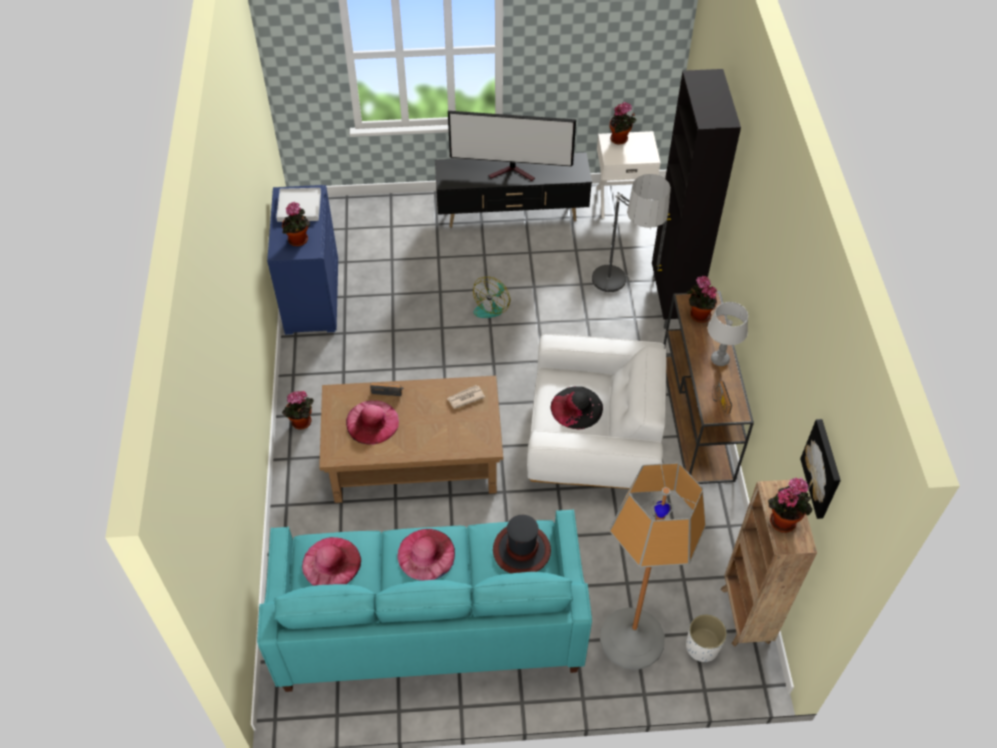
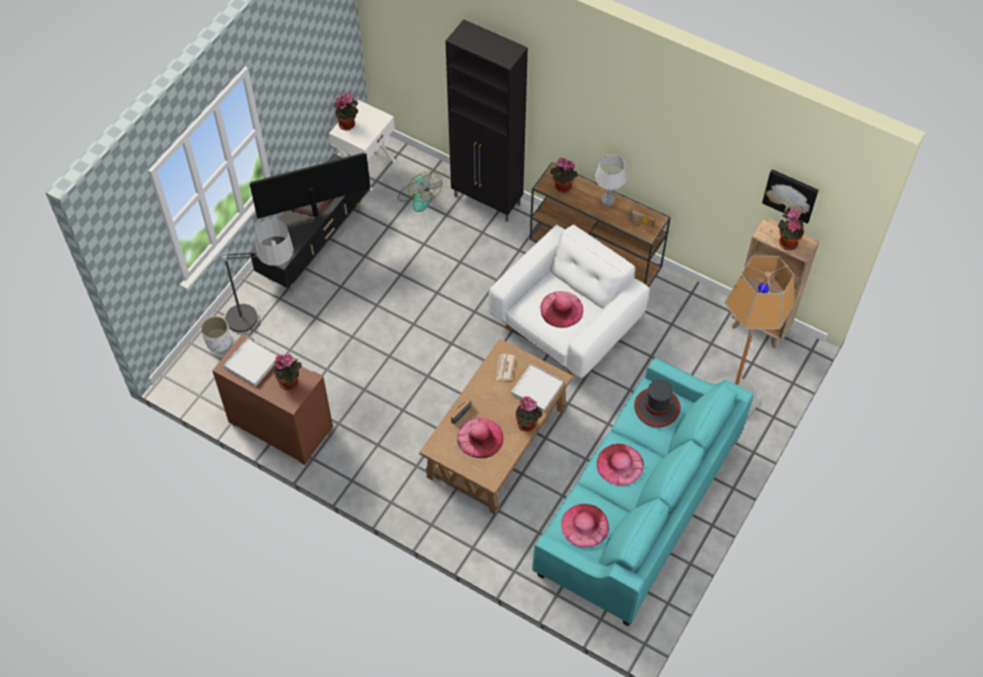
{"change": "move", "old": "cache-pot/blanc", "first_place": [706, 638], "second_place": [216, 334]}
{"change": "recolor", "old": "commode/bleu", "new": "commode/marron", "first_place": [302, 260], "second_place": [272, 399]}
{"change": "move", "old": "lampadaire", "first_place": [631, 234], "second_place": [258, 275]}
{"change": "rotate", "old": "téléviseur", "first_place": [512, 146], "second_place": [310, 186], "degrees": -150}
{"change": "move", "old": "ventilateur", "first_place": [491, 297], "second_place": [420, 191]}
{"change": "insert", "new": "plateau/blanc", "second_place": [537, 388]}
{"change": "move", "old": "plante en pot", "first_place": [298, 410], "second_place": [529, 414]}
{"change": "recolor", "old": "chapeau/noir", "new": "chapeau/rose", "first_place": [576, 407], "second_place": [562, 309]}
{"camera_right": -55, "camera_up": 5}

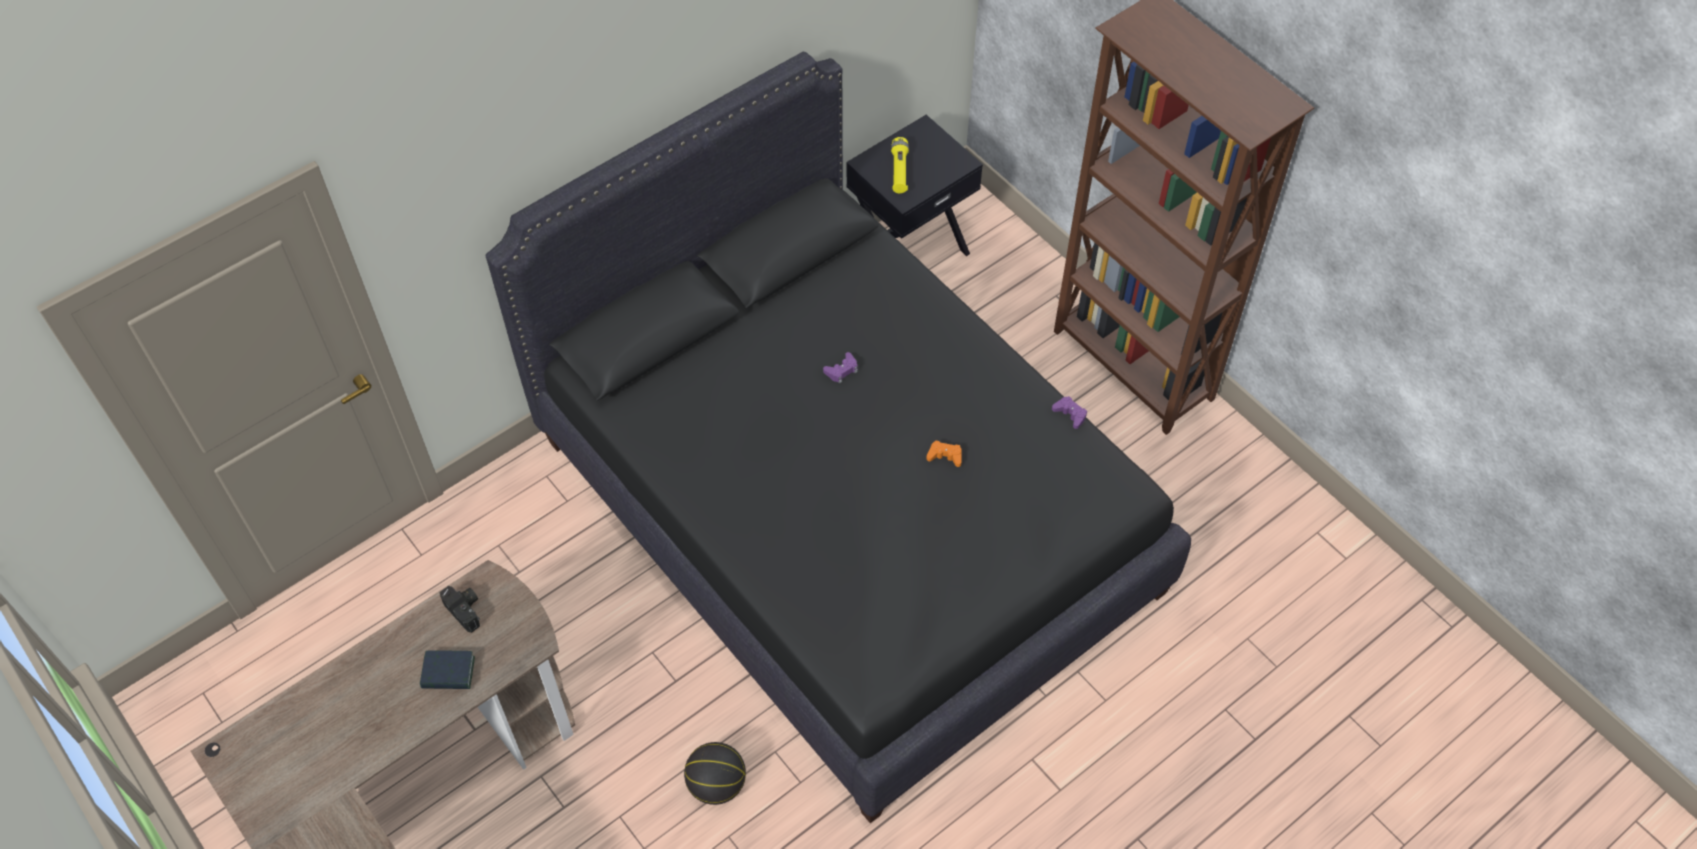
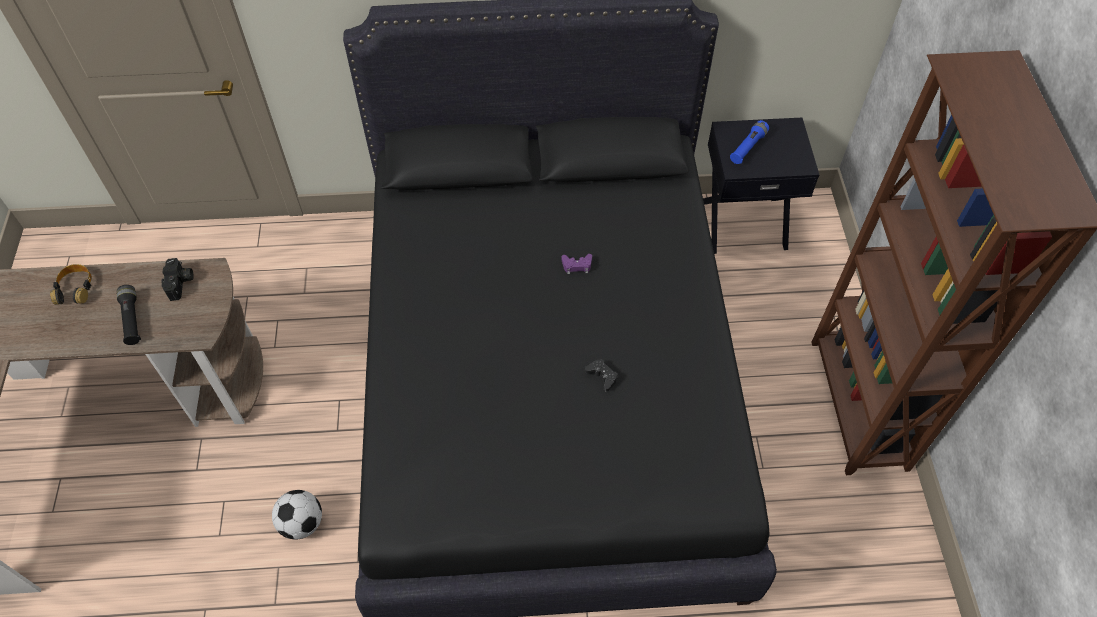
{"change": "insert", "new": "casque audio", "second_place": [71, 284]}
{"change": "replace", "old": "livre", "new": "lampe de poche/noir", "first_place": [447, 669], "second_place": [129, 315]}
{"change": "replace", "old": "ballon de basket", "new": "ballon de foot", "first_place": [715, 773], "second_place": [297, 515]}
{"change": "recolor", "old": "manette/orange", "new": "manette/noir", "first_place": [944, 453], "second_place": [601, 375]}
{"change": "recolor", "old": "lampe de poche/jaune", "new": "lampe de poche/bleu", "first_place": [900, 165], "second_place": [749, 142]}
{"change": "delete", "old": "manette/violet", "first_place": [1069, 412]}
{"camera_right": 35, "camera_up": 0}

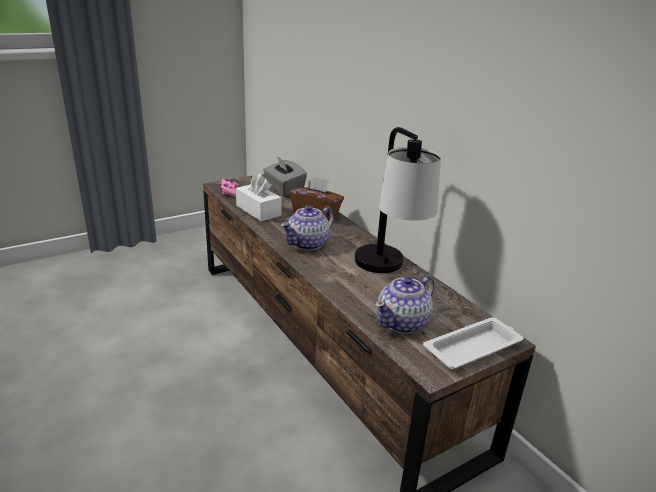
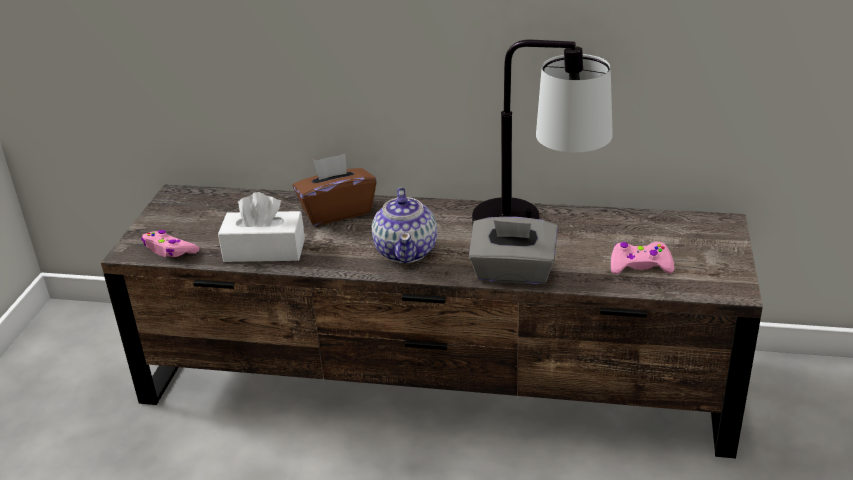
{"change": "move", "old": "boîte à mouchoirs/gris", "first_place": [285, 176], "second_place": [513, 250]}
{"change": "replace", "old": "théière", "new": "manette/rose", "first_place": [404, 304], "second_place": [642, 258]}
{"change": "delete", "old": "plateau/blanc", "first_place": [473, 343]}
{"camera_right": -45, "camera_up": 5}

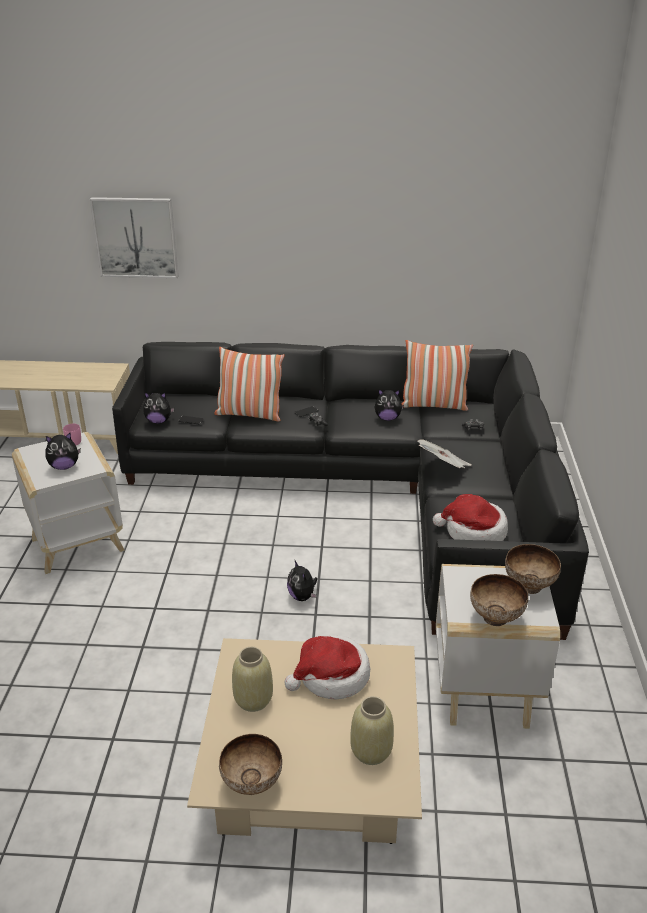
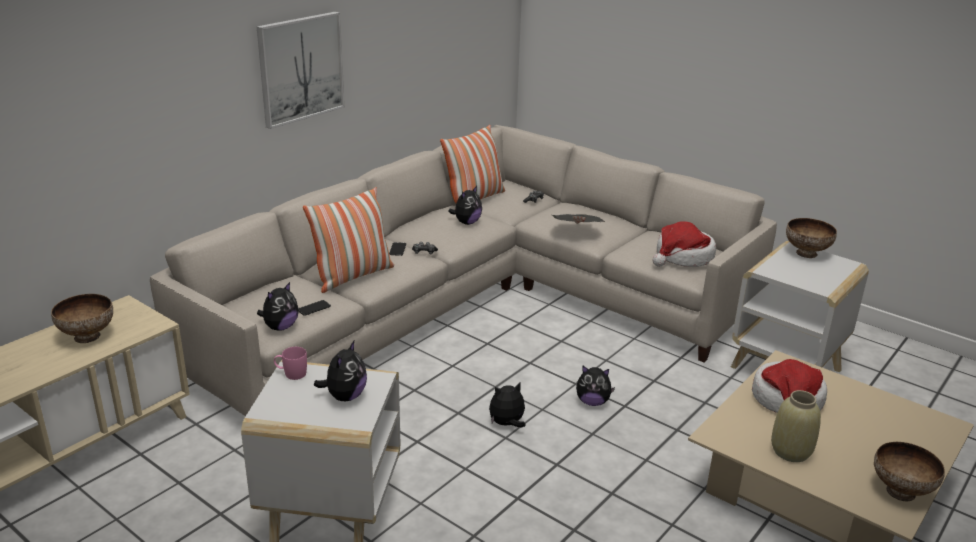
{"change": "move", "old": "bol", "first_place": [499, 600], "second_place": [82, 318]}
{"change": "recolor", "old": "canapé/noir", "new": "canapé/beige", "first_place": [350, 491], "second_place": [463, 270]}
{"change": "move", "old": "tableau", "first_place": [134, 237], "second_place": [301, 70]}
{"change": "insert", "new": "peluche", "second_place": [507, 404]}
{"change": "delete", "old": "vase/beige", "first_place": [372, 730]}
{"camera_right": -55, "camera_up": -5}

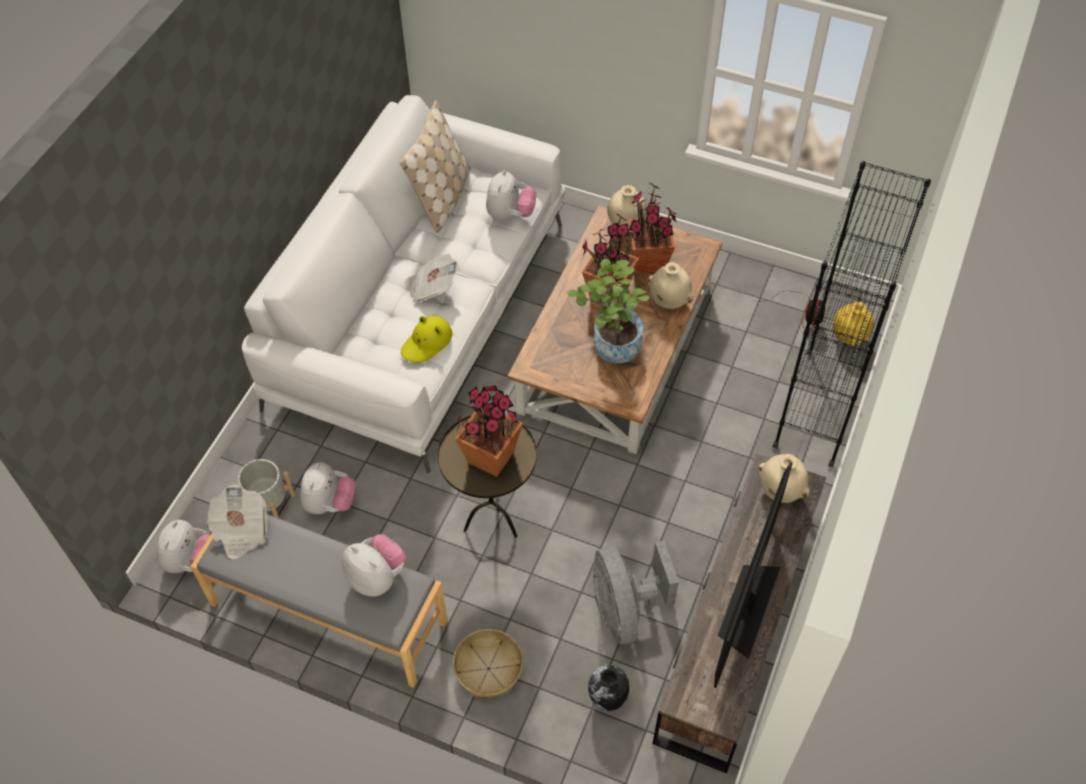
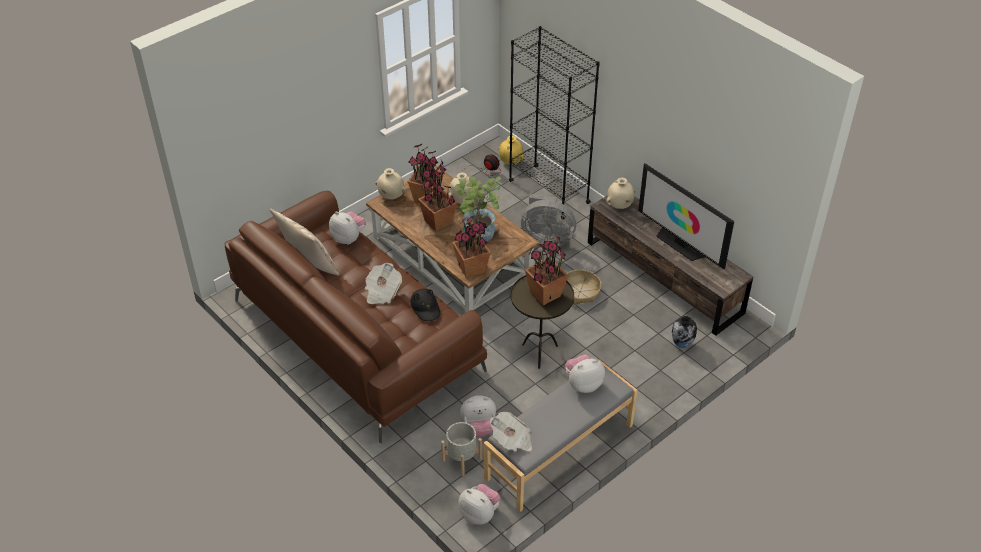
{"change": "recolor", "old": "canapé/blanc", "new": "canapé/marron", "first_place": [403, 284], "second_place": [356, 317]}
{"change": "recolor", "old": "chapeau/jaune", "new": "chapeau/noir", "first_place": [426, 339], "second_place": [425, 305]}
{"change": "insert", "new": "plante en pot", "second_place": [471, 247]}
{"change": "rotate", "old": "peluche", "first_place": [328, 488], "second_place": [478, 416], "degrees": 135}
{"change": "move", "old": "ventilateur/gris", "first_place": [636, 592], "second_place": [548, 220]}
{"change": "move", "old": "panier", "first_place": [488, 663], "second_place": [584, 287]}
{"camera_right": -65, "camera_up": -10}

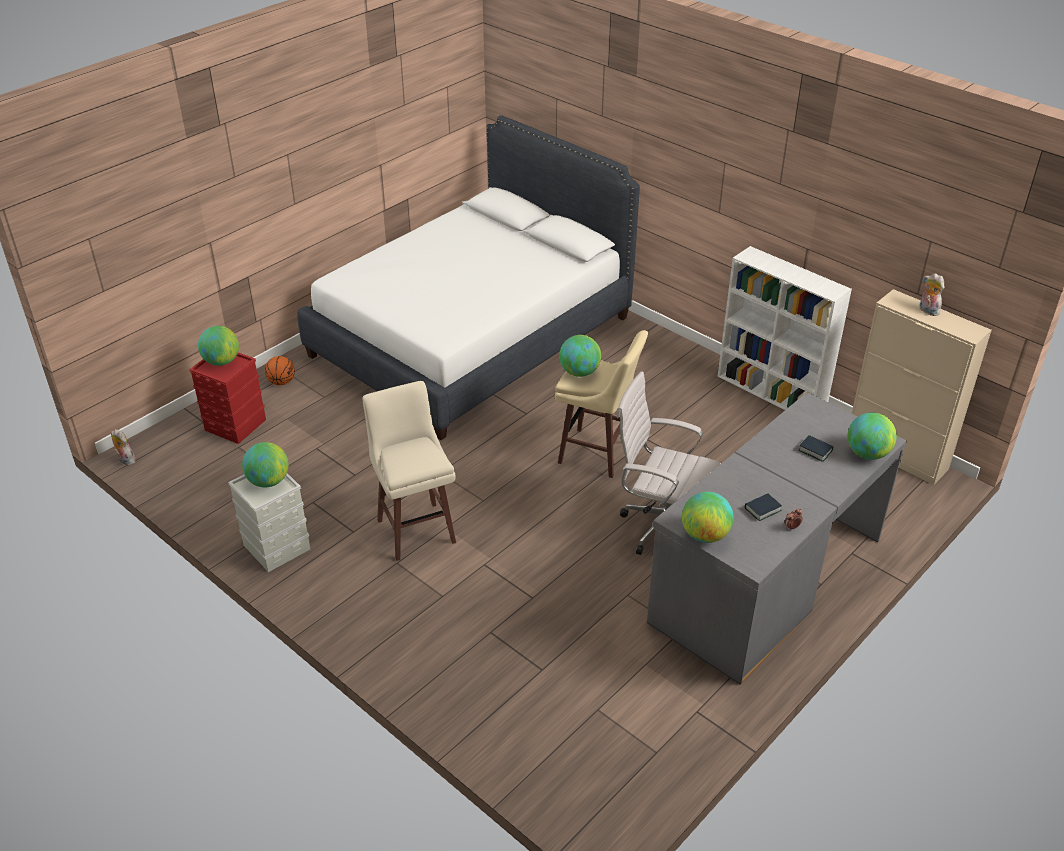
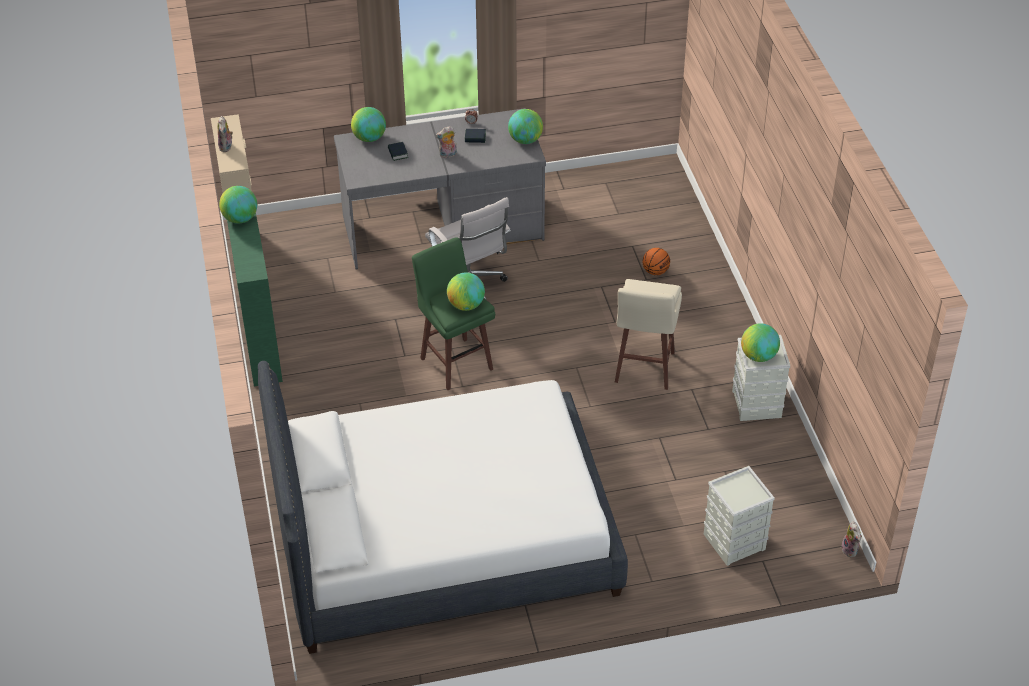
{"change": "move", "old": "globe", "first_place": [218, 346], "second_place": [238, 204]}
{"change": "recolor", "old": "bibliothèque/blanc", "new": "bibliothèque/vert", "first_place": [784, 328], "second_place": [255, 299]}
{"change": "recolor", "old": "tabouret/beige", "new": "tabouret/vert", "first_place": [601, 404], "second_place": [453, 313]}
{"change": "insert", "new": "peluche", "second_place": [446, 142]}
{"change": "move", "old": "ballon de basket", "first_place": [280, 370], "second_place": [656, 261]}
{"change": "recolor", "old": "boîte de rangement/rouge", "new": "boîte de rangement/gris", "first_place": [228, 398], "second_place": [739, 516]}
{"camera_right": -145, "camera_up": 5}

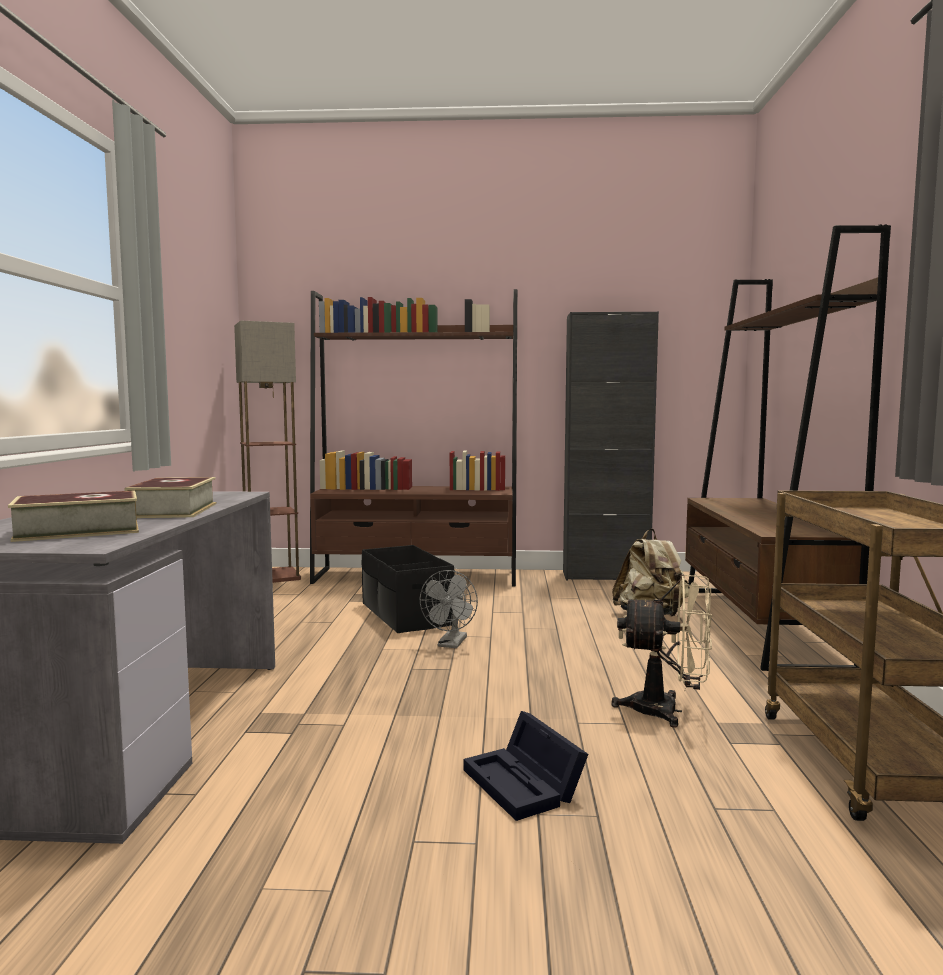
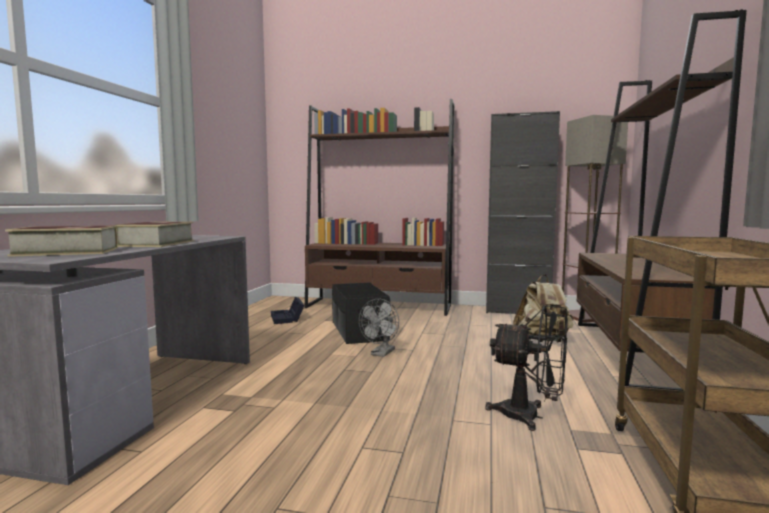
{"change": "move", "old": "boîte de rangement/noir", "first_place": [526, 766], "second_place": [288, 310]}
{"change": "recolor", "old": "ventilateur/beige", "new": "ventilateur/noir", "first_place": [662, 651], "second_place": [526, 368]}
{"change": "move", "old": "lampadaire", "first_place": [267, 451], "second_place": [595, 219]}
{"camera_right": 10, "camera_up": 0}

